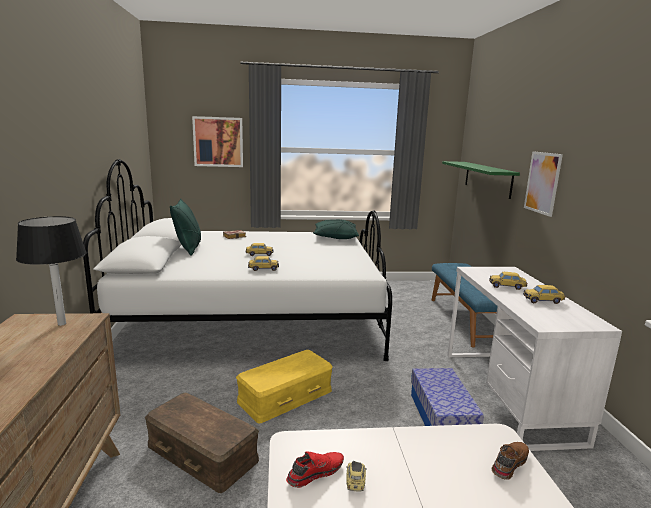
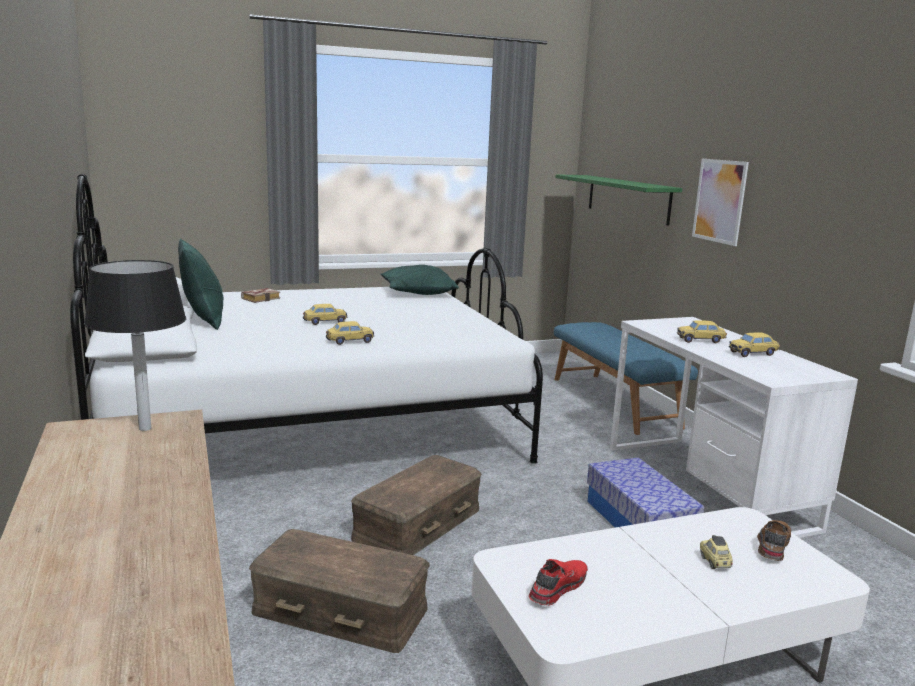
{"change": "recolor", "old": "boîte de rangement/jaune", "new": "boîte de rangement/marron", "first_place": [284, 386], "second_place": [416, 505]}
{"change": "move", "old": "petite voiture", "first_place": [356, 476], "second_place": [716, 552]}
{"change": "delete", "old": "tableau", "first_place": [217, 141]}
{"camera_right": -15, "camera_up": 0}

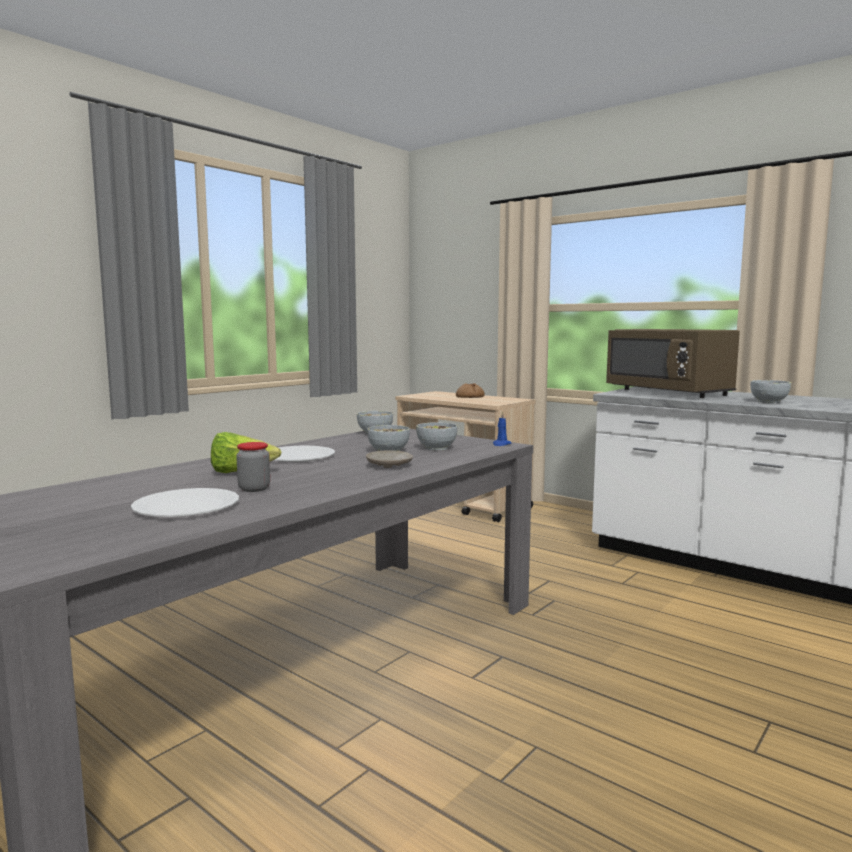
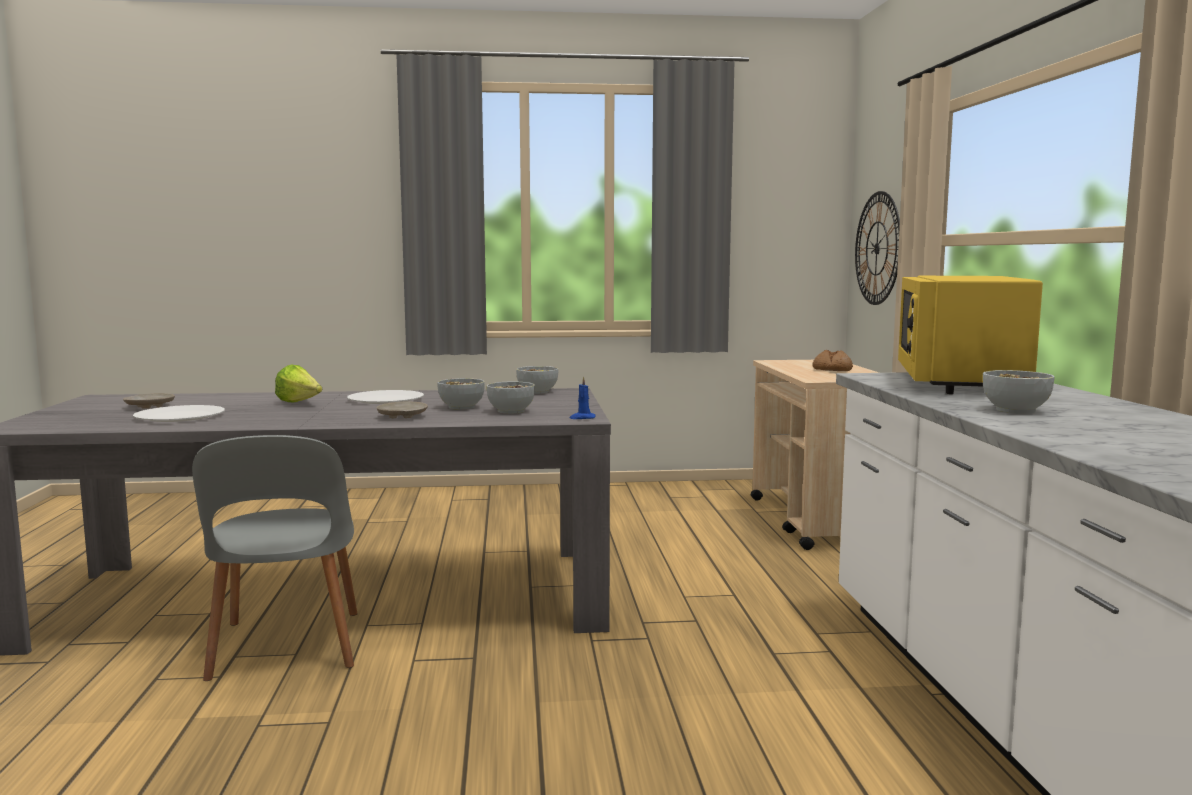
{"change": "insert", "new": "assiette/beige", "second_place": [149, 401]}
{"change": "insert", "new": "chaise/gris", "second_place": [275, 558]}
{"change": "insert", "new": "horloge murale", "second_place": [877, 248]}
{"change": "recolor", "old": "micro-ondes/marron", "new": "micro-ondes/jaune", "first_place": [673, 363], "second_place": [970, 335]}
{"change": "delete", "old": "bocal", "first_place": [253, 467]}
{"camera_right": 45, "camera_up": 0}

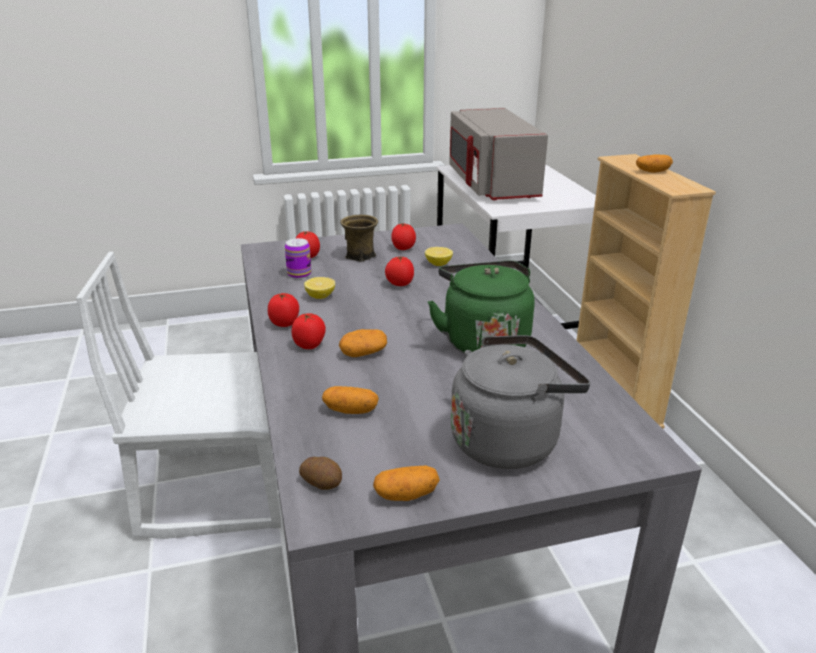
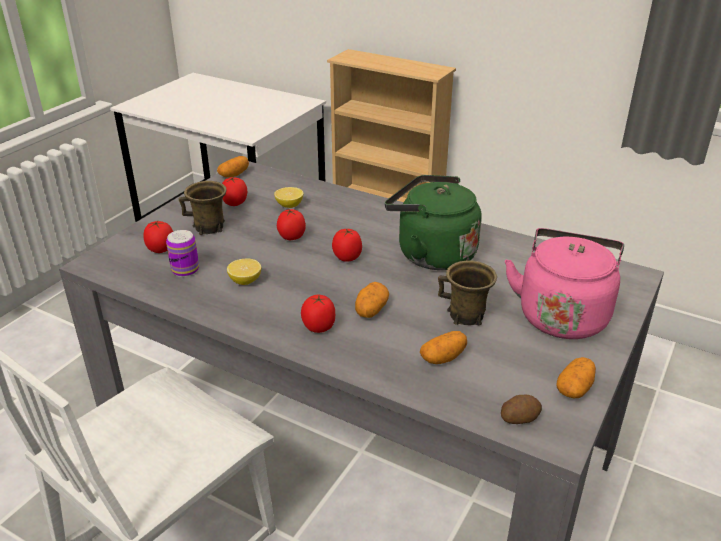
{"change": "move", "old": "pomme de terre", "first_place": [654, 163], "second_place": [233, 166]}
{"change": "move", "old": "tomate", "first_place": [283, 310], "second_place": [347, 245]}
{"change": "insert", "new": "mug/marron", "second_place": [467, 292]}
{"change": "recolor", "old": "bouilloire/gris", "new": "bouilloire/rose", "first_place": [520, 402], "second_place": [564, 283]}
{"change": "delete", "old": "micro-ondes/gris", "first_place": [498, 154]}
{"camera_right": -45, "camera_up": 5}

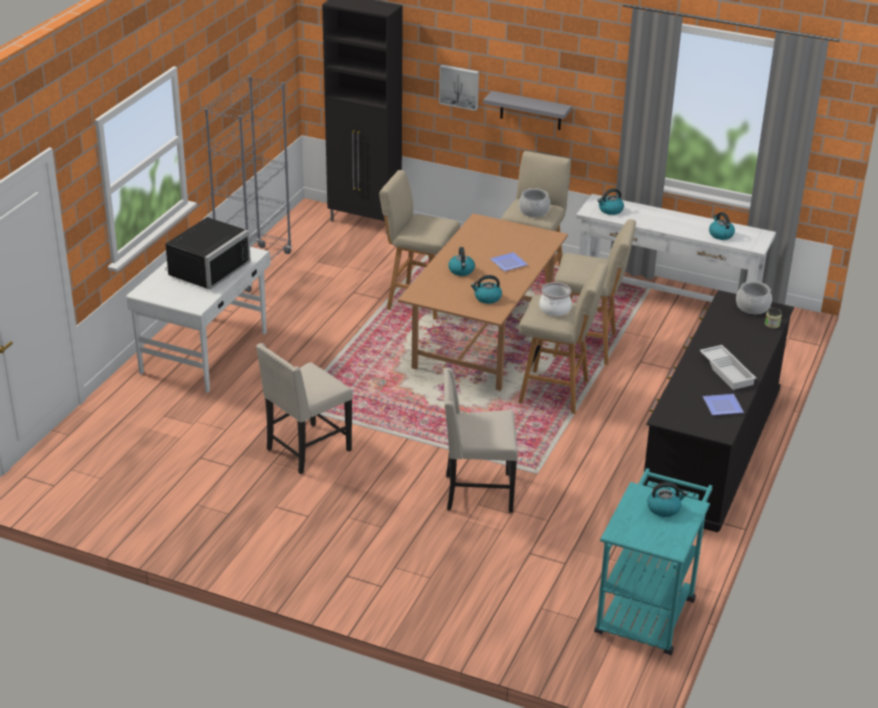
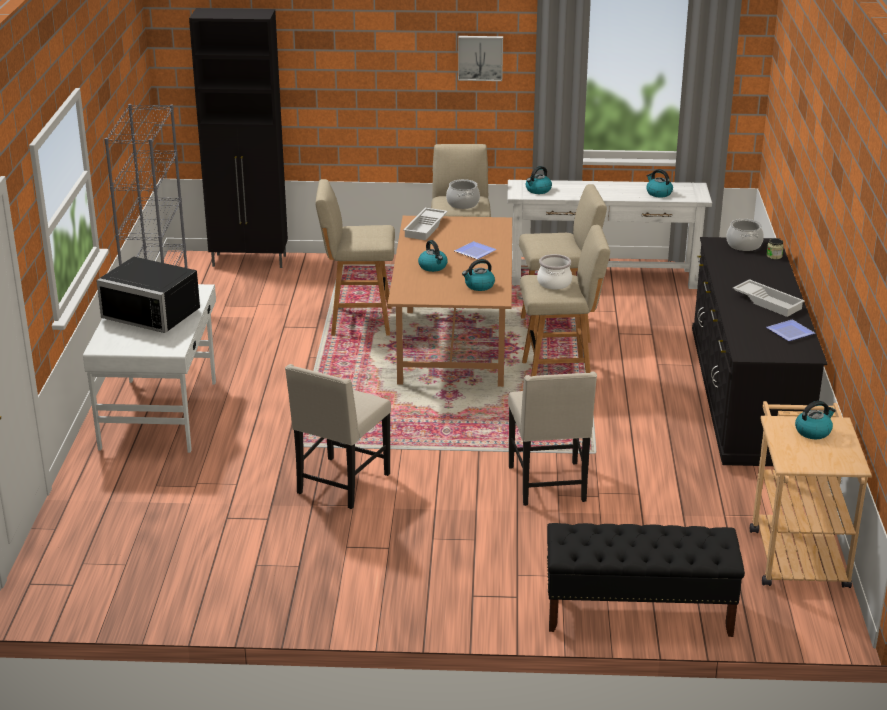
{"change": "rotate", "old": "micro-ondes/noir", "first_place": [208, 253], "second_place": [148, 295], "degrees": 105}
{"change": "insert", "new": "plateau/blanc", "second_place": [425, 224]}
{"change": "move", "old": "tableau", "first_place": [459, 88], "second_place": [480, 58]}
{"change": "rotate", "old": "chaise/beige", "first_place": [480, 440], "second_place": [552, 439], "degrees": -75}
{"change": "insert", "new": "banc/noir", "second_place": [646, 580]}
{"change": "recolor", "old": "chariot/turquoise", "new": "chariot/beige", "first_place": [653, 562], "second_place": [811, 494]}
{"change": "delete", "old": "étagère/gris", "first_place": [527, 110]}
{"camera_right": -20, "camera_up": -5}

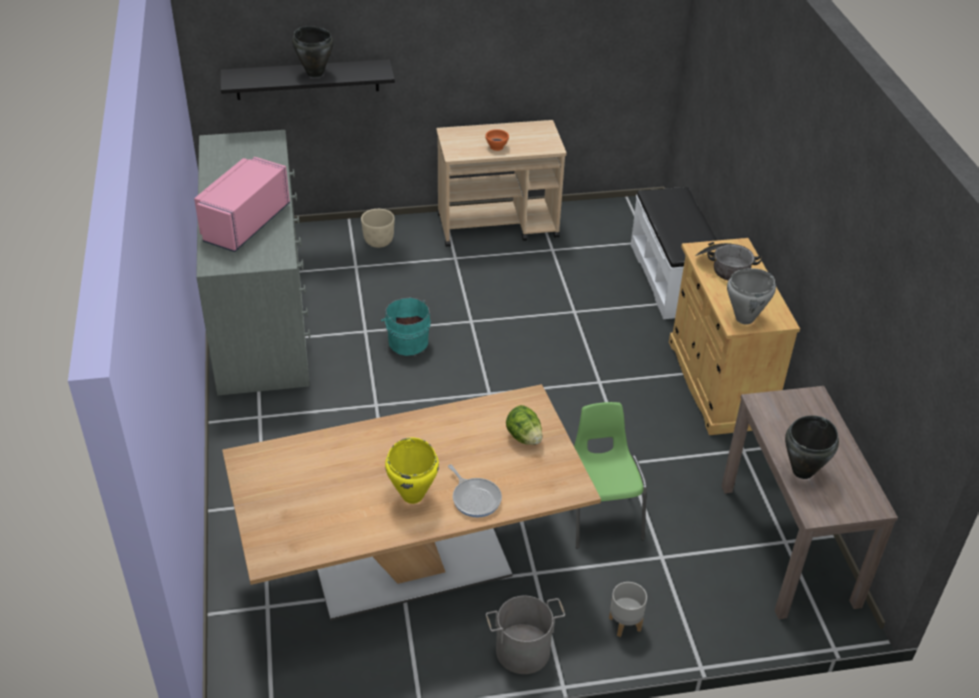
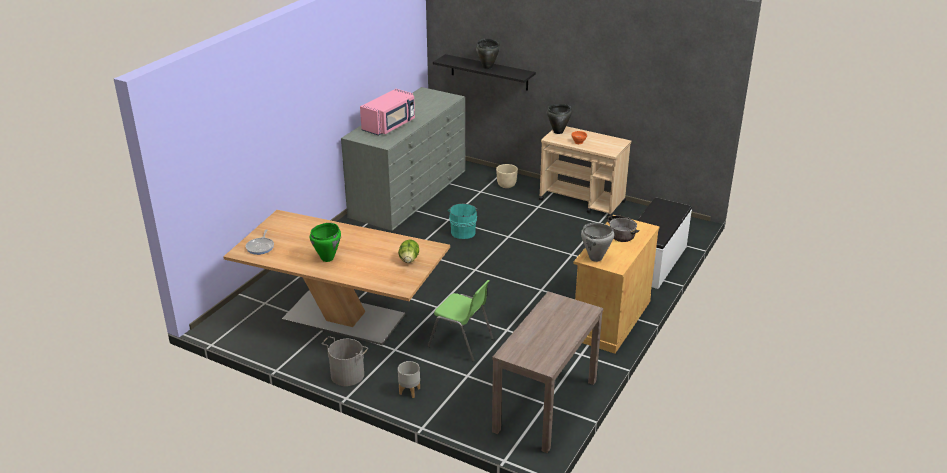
{"change": "move", "old": "poêle", "first_place": [475, 491], "second_place": [260, 242]}
{"change": "recolor", "old": "marmite/jaune", "new": "marmite/vert", "first_place": [412, 470], "second_place": [325, 242]}
{"change": "rotate", "old": "micro-ondes/rose", "first_place": [242, 204], "second_place": [387, 112], "degrees": 150}
{"change": "rotate", "old": "chaise/vert", "first_place": [610, 475], "second_place": [461, 321], "degrees": 90}
{"change": "move", "old": "marmite/noir", "first_place": [812, 447], "second_place": [559, 119]}
{"camera_right": 40, "camera_up": -10}

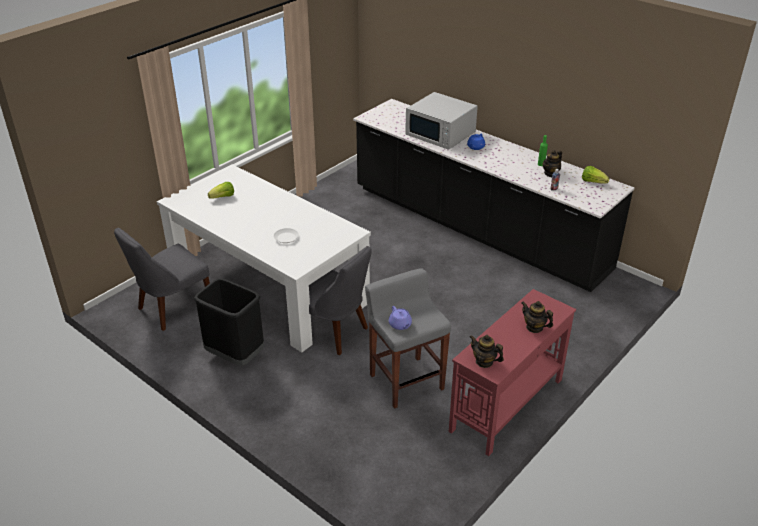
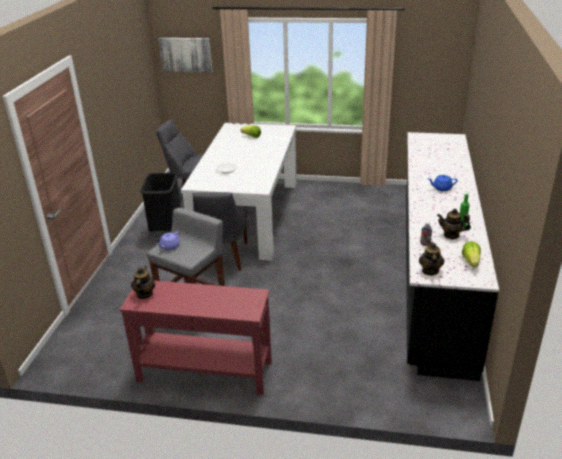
{"change": "insert", "new": "tableau", "second_place": [186, 55]}
{"change": "move", "old": "théière", "first_place": [537, 317], "second_place": [432, 258]}
{"change": "delete", "old": "micro-ondes/blanc", "first_place": [441, 121]}
{"camera_right": 60, "camera_up": -5}

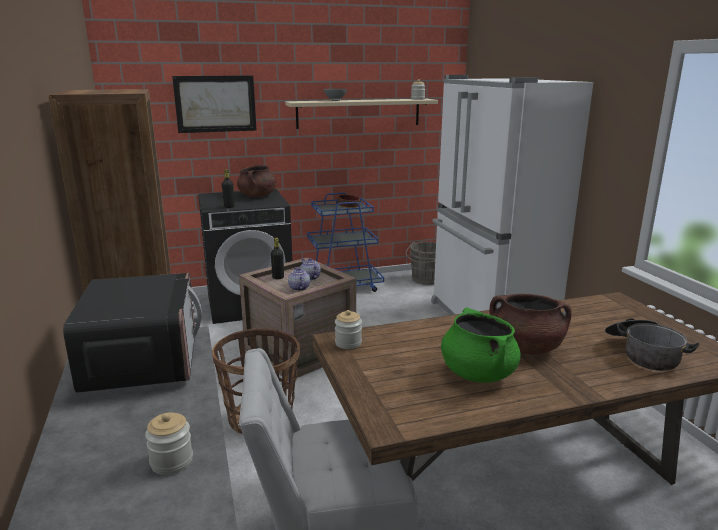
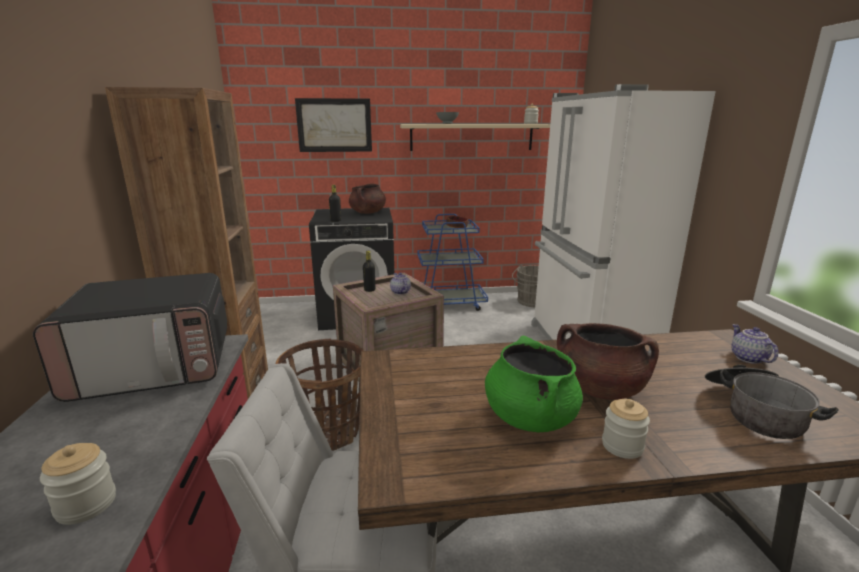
{"change": "rotate", "old": "micro-ondes", "first_place": [132, 333], "second_place": [130, 337], "degrees": 75}
{"change": "move", "old": "bocal", "first_place": [348, 329], "second_place": [626, 429]}
{"change": "move", "old": "théière", "first_place": [299, 279], "second_place": [754, 344]}
{"camera_right": 10, "camera_up": 0}

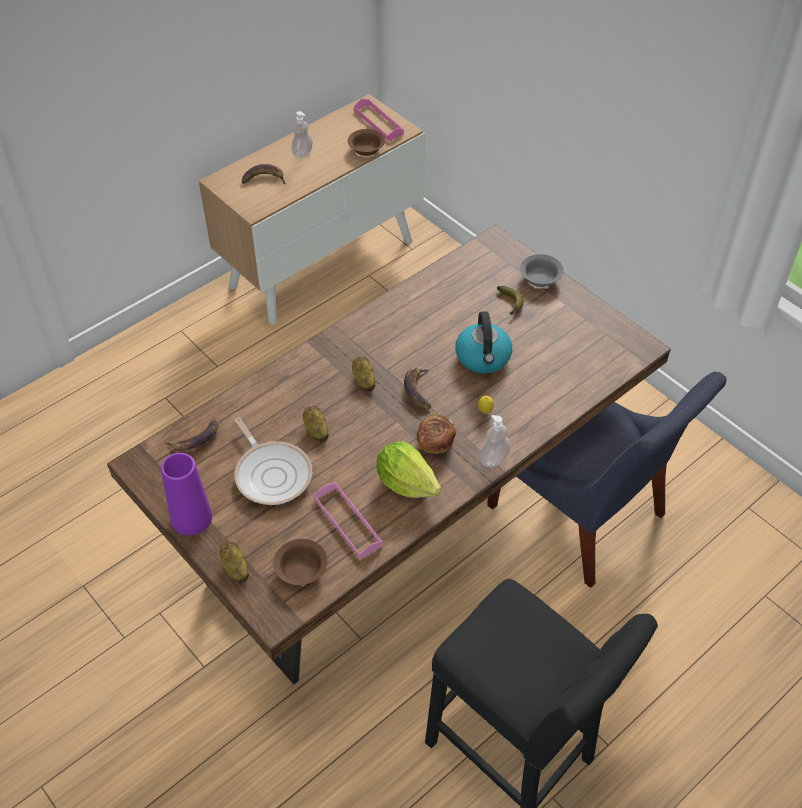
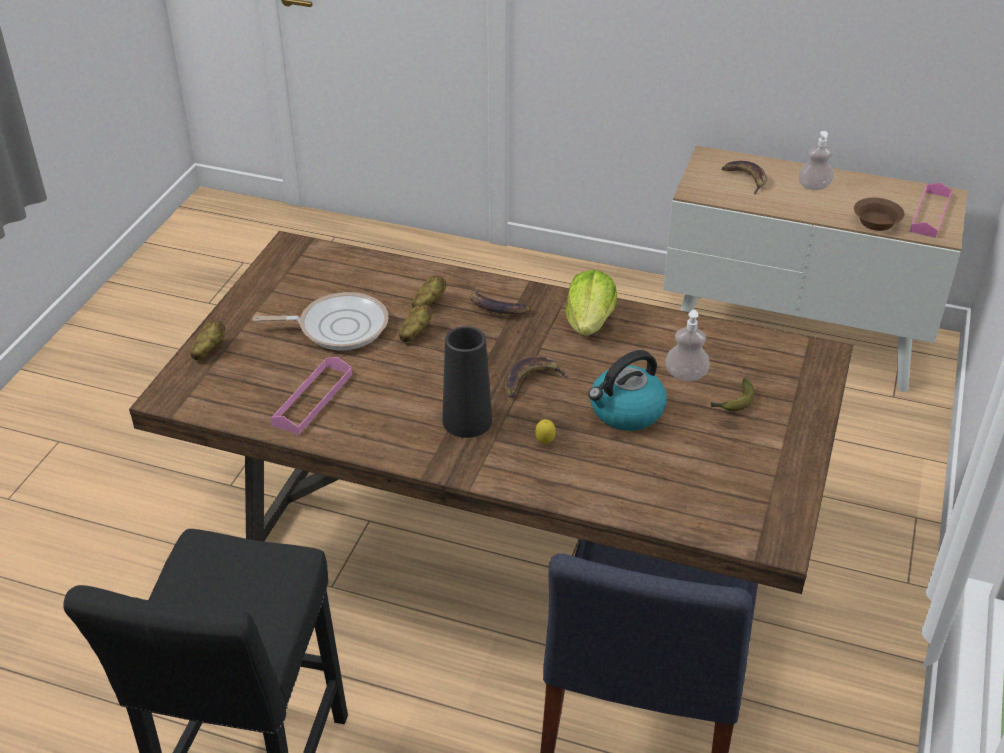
{"change": "rotate", "old": "poêle", "first_place": [273, 461], "second_place": [321, 321], "degrees": -120}
{"change": "move", "old": "pomme de terre", "first_place": [363, 374], "second_place": [429, 291]}
{"change": "replace", "old": "pain", "new": "vase/noir", "first_place": [436, 433], "second_place": [467, 382]}
{"change": "move", "old": "banane", "first_place": [191, 435], "second_place": [500, 302]}
{"change": "move", "old": "laitue", "first_place": [409, 469], "second_place": [591, 303]}
{"change": "move", "old": "distributeur de savon", "first_place": [495, 441], "second_place": [687, 345]}
{"change": "delete", "old": "vase/violet", "first_place": [186, 494]}
{"change": "delete", "old": "bol/marron", "first_place": [300, 562]}
{"change": "delete", "old": "bol/gris", "first_place": [542, 270]}
{"camera_right": 60, "camera_up": -10}

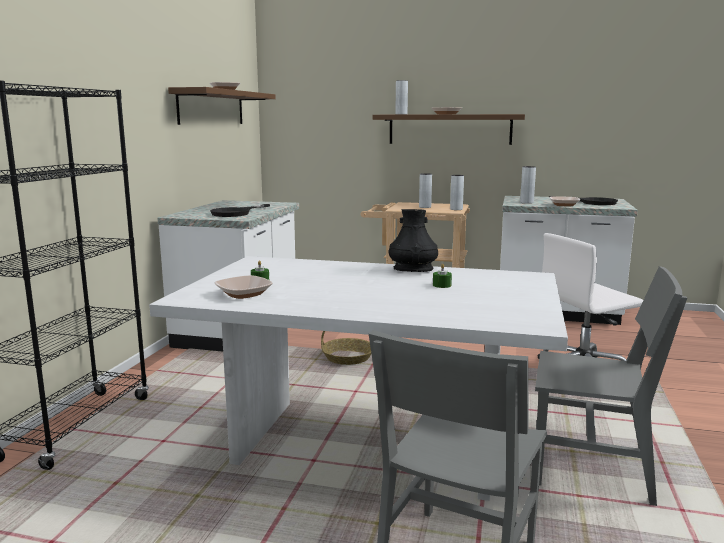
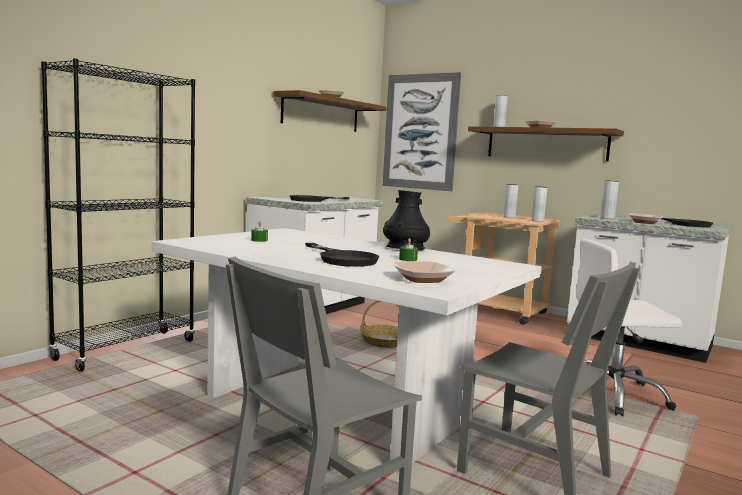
{"change": "insert", "new": "poêle/noir", "second_place": [342, 255]}
{"change": "insert", "new": "tableau", "second_place": [422, 131]}
{"change": "move", "old": "bol", "first_place": [243, 287], "second_place": [424, 272]}
{"camera_right": 20, "camera_up": -5}

